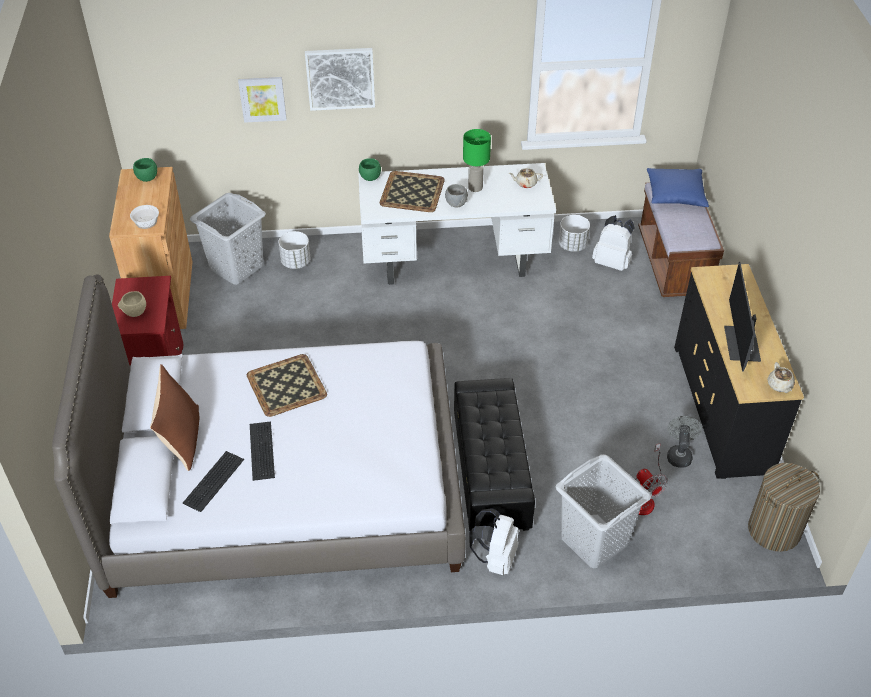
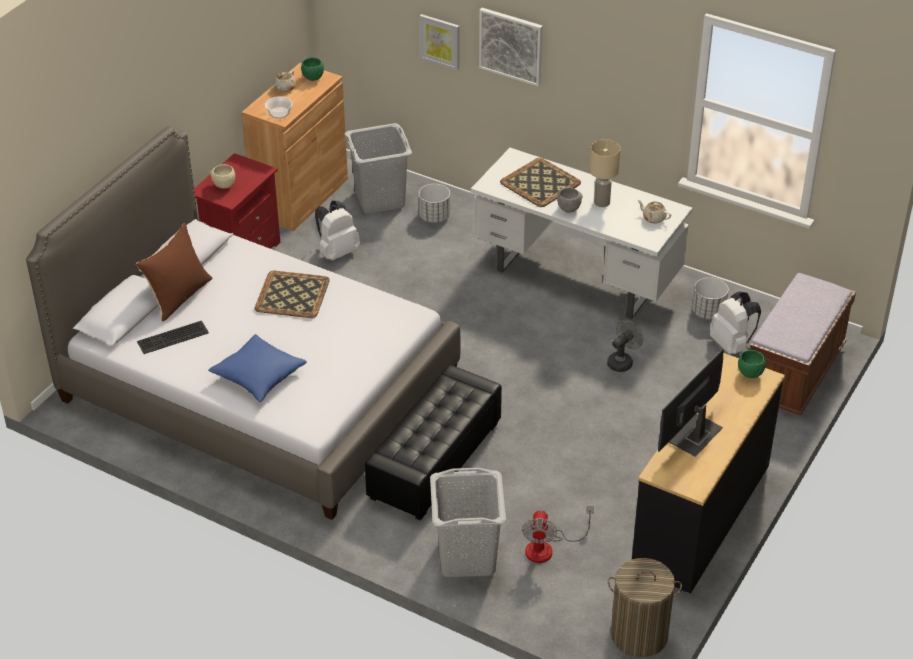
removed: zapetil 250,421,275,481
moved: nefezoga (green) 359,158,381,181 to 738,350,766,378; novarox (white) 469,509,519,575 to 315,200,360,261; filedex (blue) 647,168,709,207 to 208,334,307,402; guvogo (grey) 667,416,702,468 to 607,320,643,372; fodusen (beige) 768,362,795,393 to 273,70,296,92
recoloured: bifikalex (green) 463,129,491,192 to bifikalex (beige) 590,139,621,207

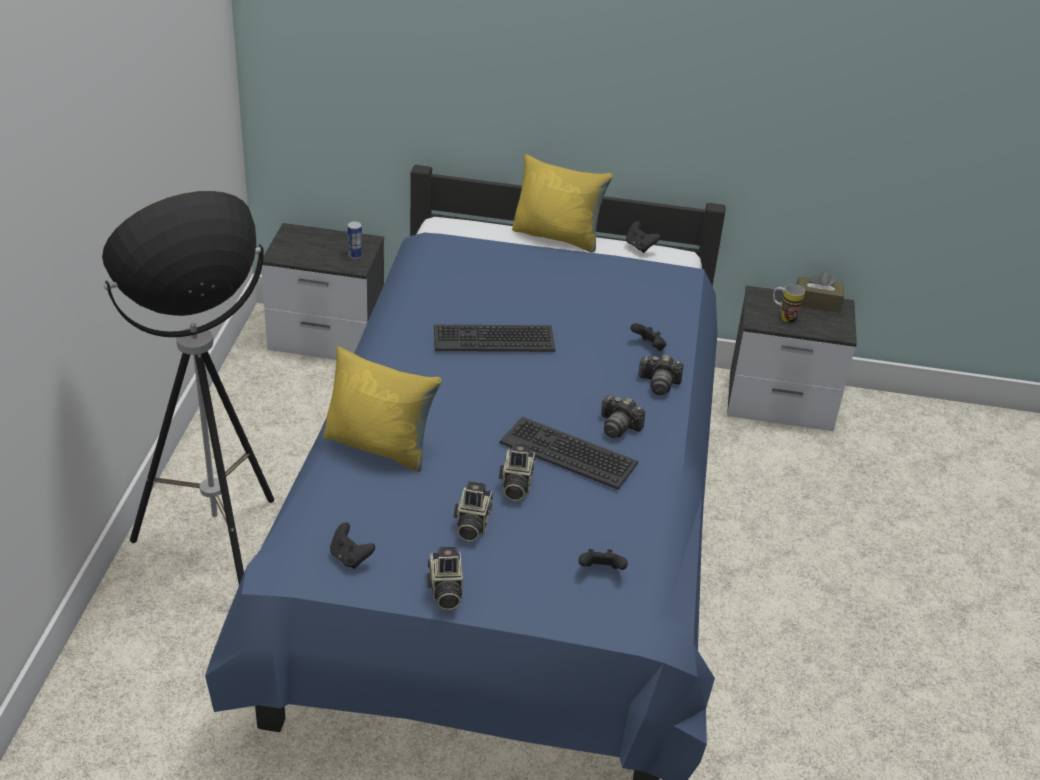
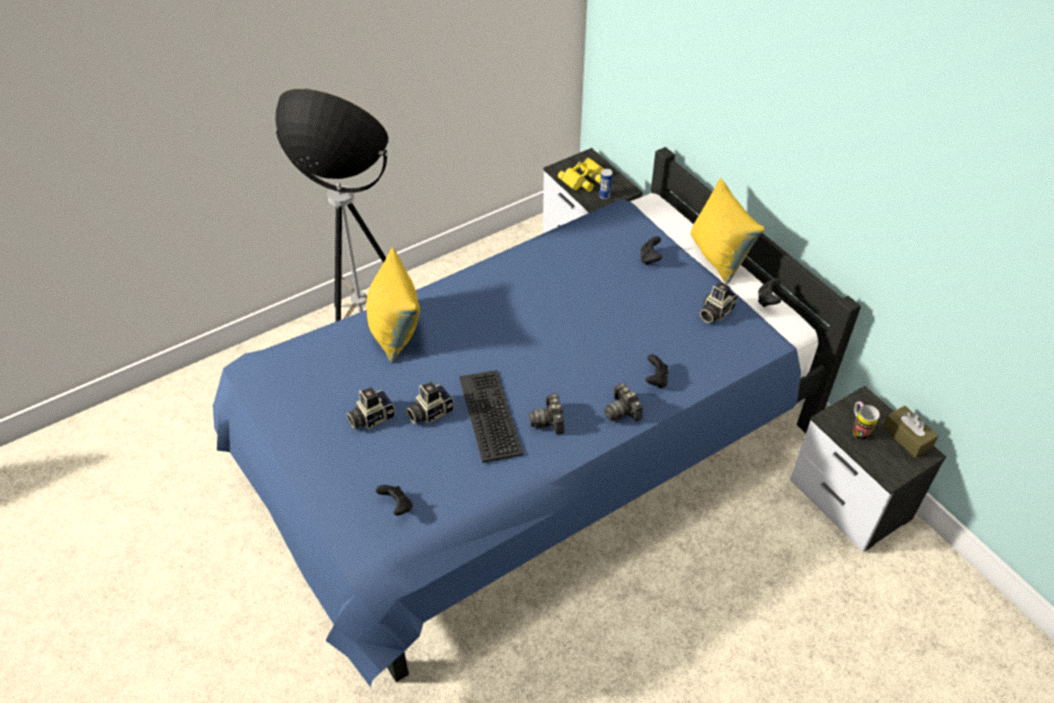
removed: zapetil 434,325,555,352
added: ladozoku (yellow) 558,158,604,192
moved: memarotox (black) 330,522,375,569 to 641,236,662,265; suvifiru 427,547,463,610 to 700,282,738,323

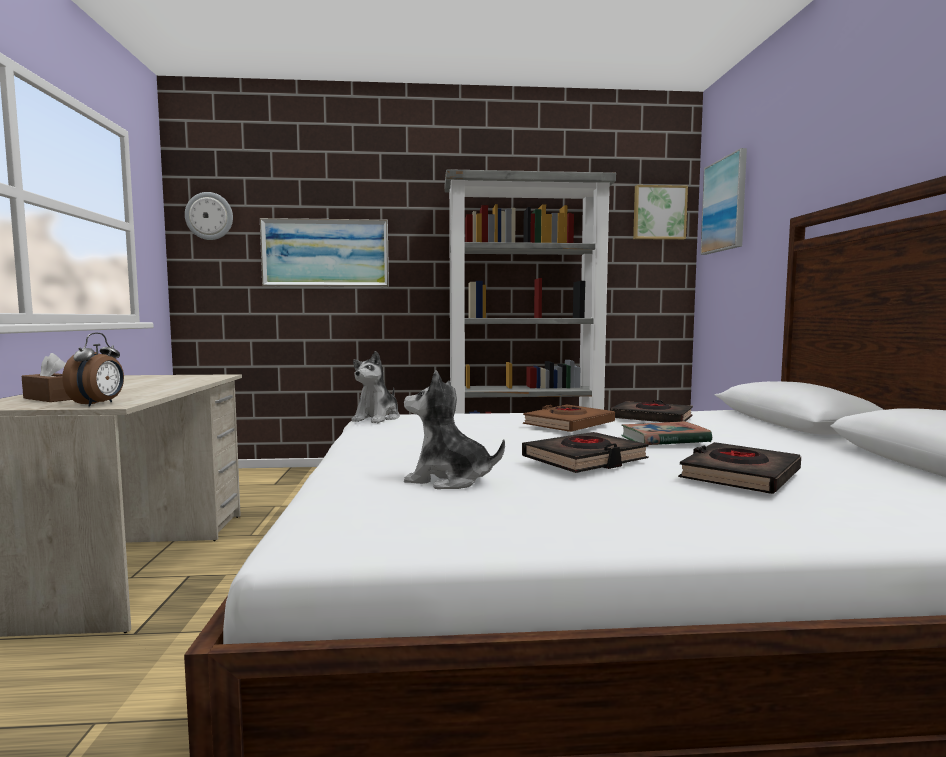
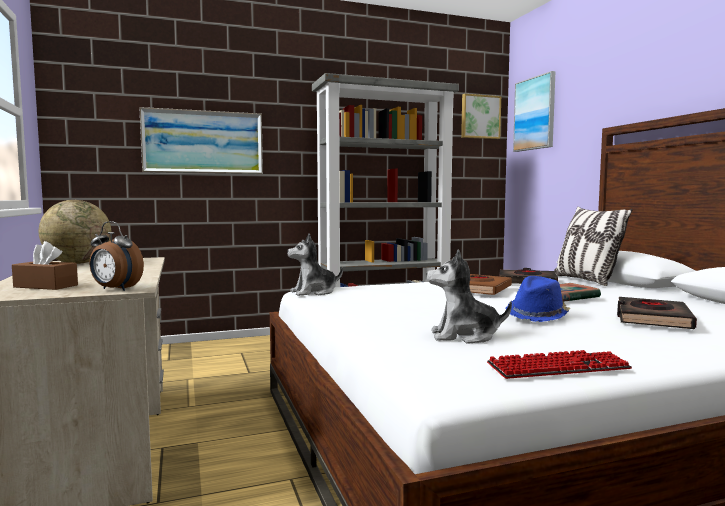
removed: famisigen 185,192,233,240
added: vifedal 39,200,112,264; zapetil 487,350,632,379; filedex 554,206,632,286
replaced: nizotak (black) 522,432,649,473 to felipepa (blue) 505,276,570,322
turned: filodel 62,333,124,407 = 89,221,144,291 120 degrees clockwise; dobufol 351,351,400,423 = 287,233,343,296 60 degrees clockwise

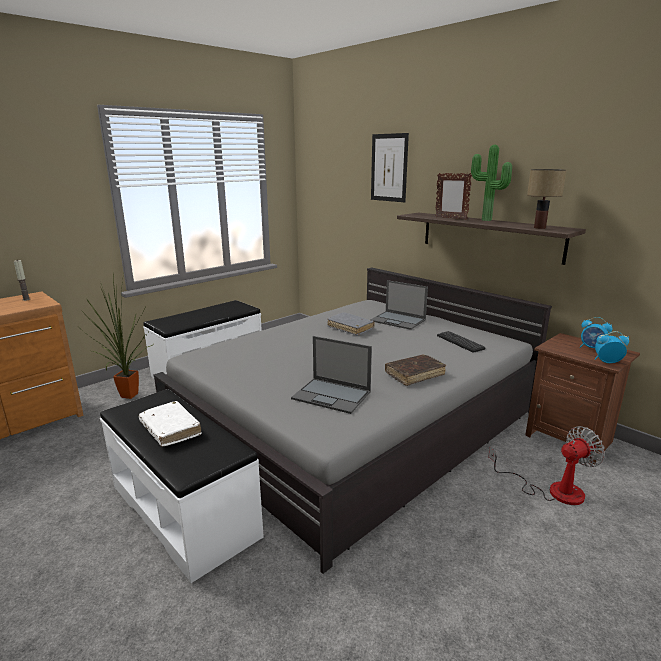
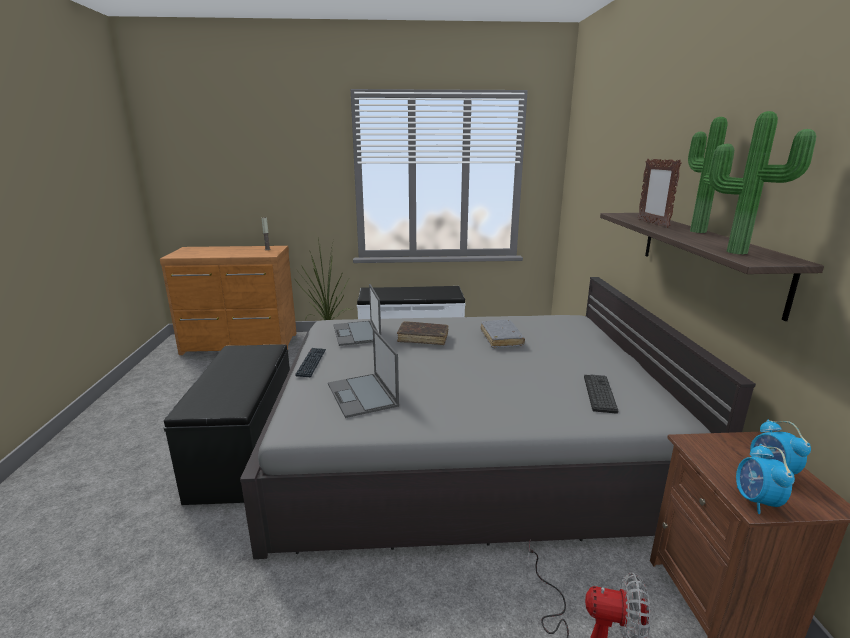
removed: nizotak (white) 139,401,202,447; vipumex 371,133,409,202
added: zapetil 295,348,326,377
moved: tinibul 371,280,428,330 to 333,284,381,346; nizotak (brown) 385,355,446,386 to 397,321,448,345
replaced: bifikalex 527,169,566,229 to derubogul 709,111,816,254
recoloured: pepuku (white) 100,389,264,583 to pepuku (black) 164,344,290,505
turned: filodel 594,331,629,363 = 736,444,795,514 135 degrees counterclockwise

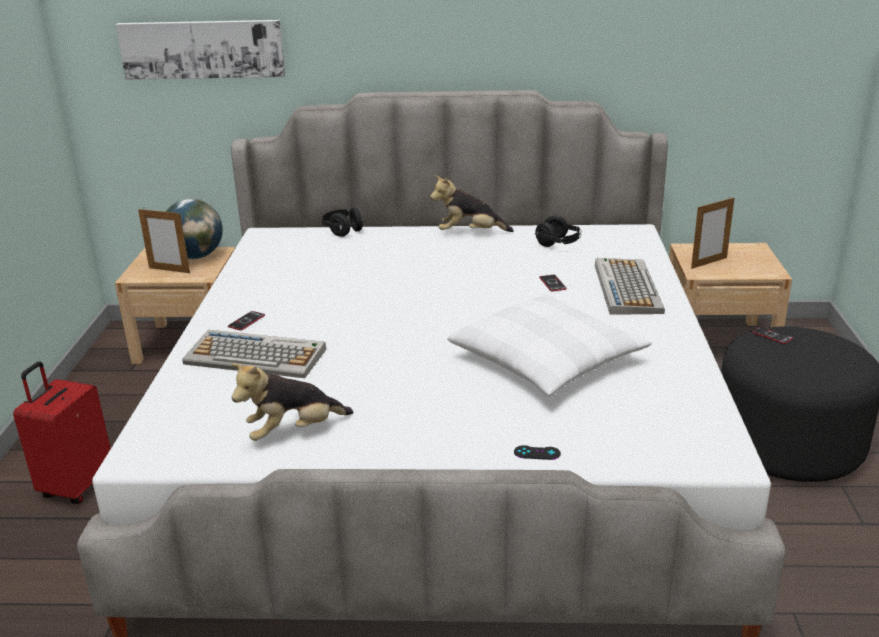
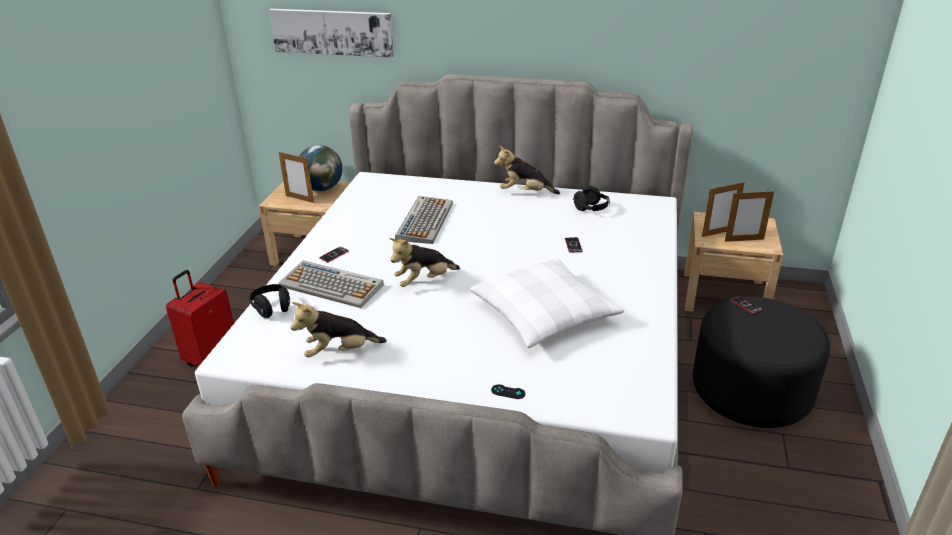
added: dobufol 389,238,460,287; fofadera 725,191,774,242
moved: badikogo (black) 322,207,364,237 to 249,284,290,318; zapetil 595,258,665,315 to 395,196,453,244

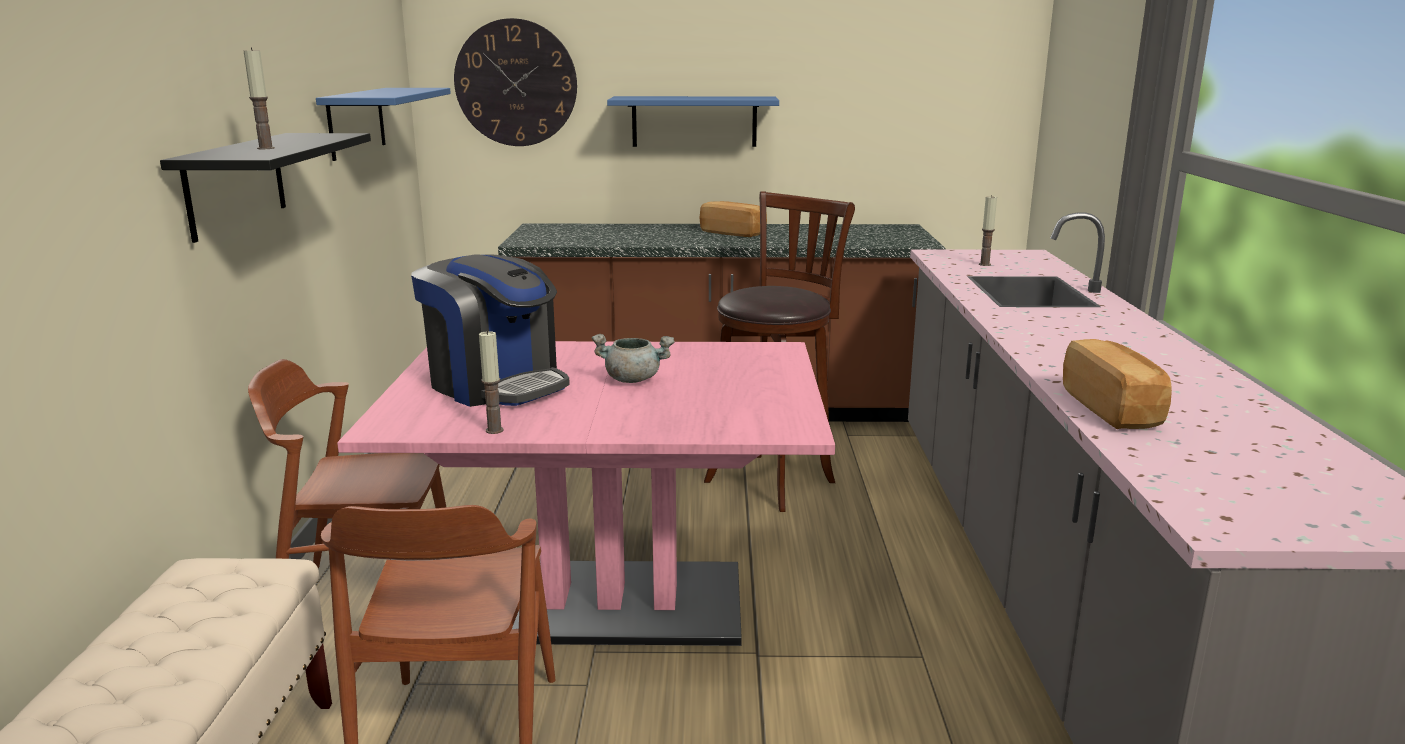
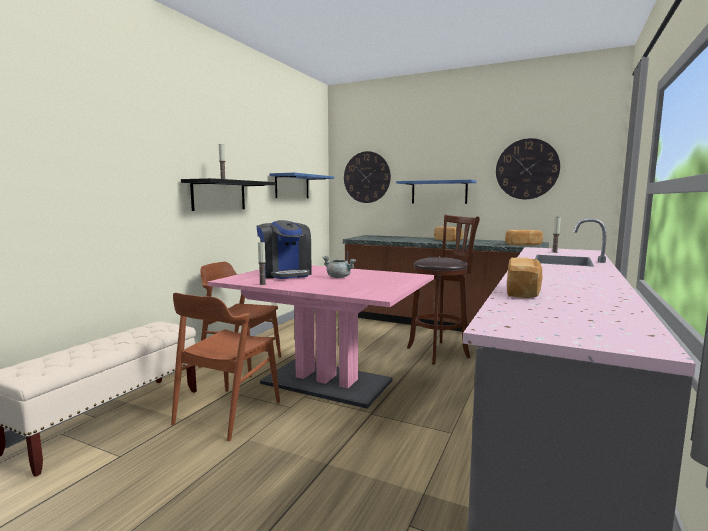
added: famisigen 496,138,560,199; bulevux 505,230,543,245

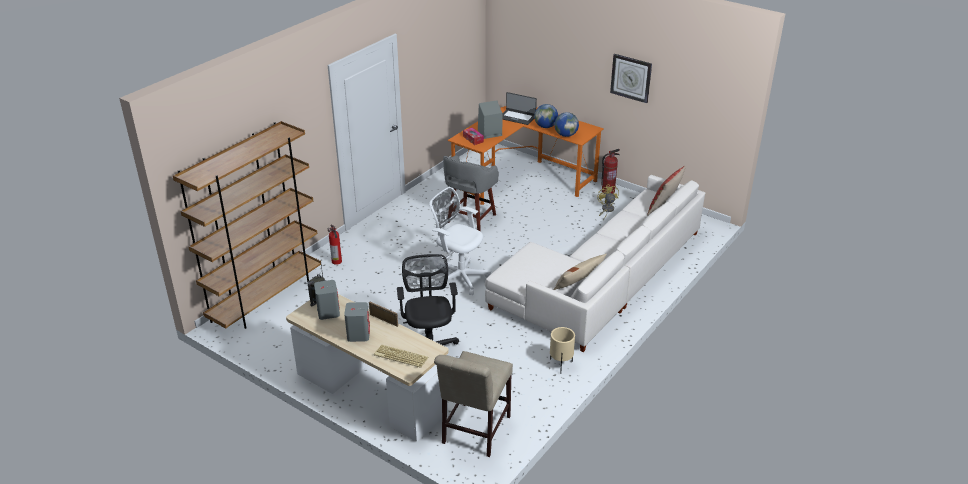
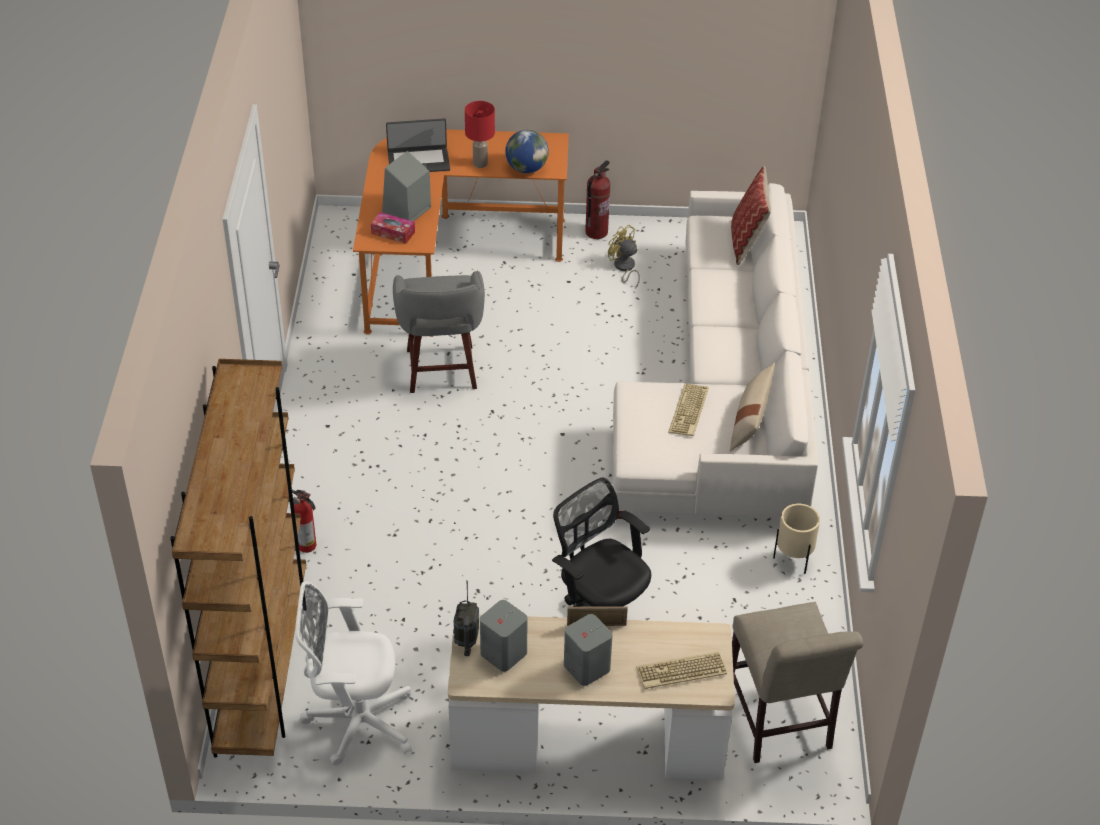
removed: famisigen 610,54,652,103
added: zapetil 668,384,709,436
moved: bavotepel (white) 429,187,491,295 to 295,582,412,766
replaced: vifedal 534,104,558,128 to bifikalex (red) 465,101,495,168

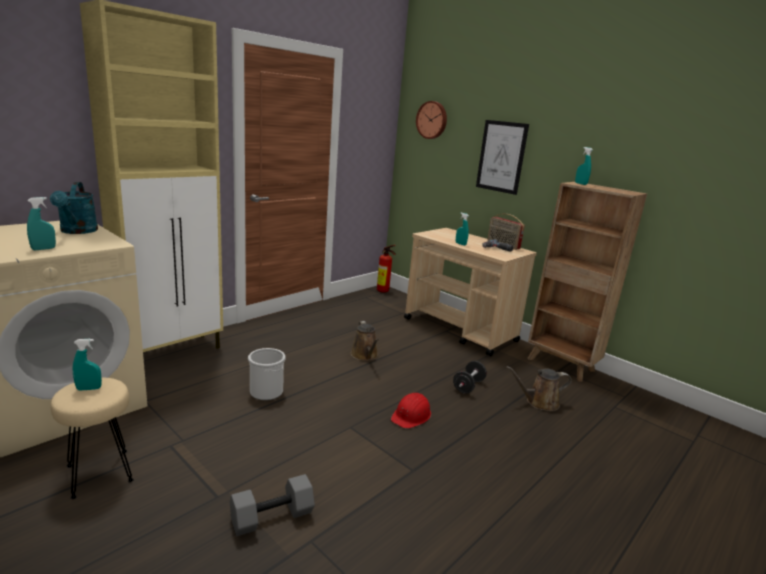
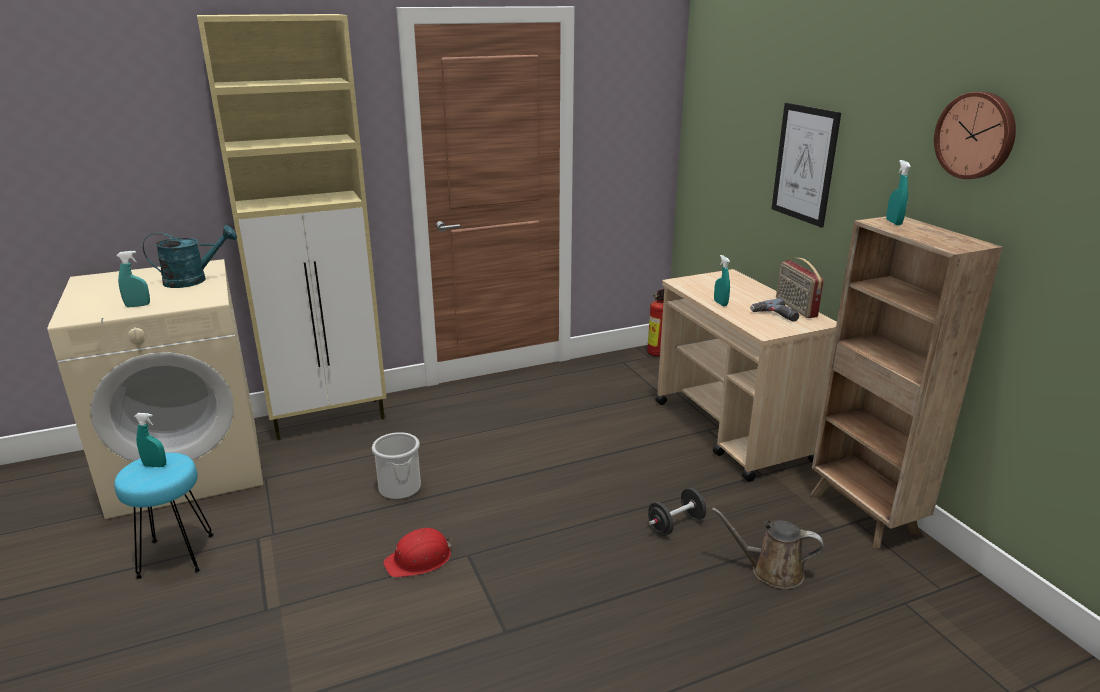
removed: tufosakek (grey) 230,474,315,536; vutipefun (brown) 351,321,379,361
moved: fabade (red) 391,393,431,429 to 383,528,452,578; famisigen 416,101,447,139 to 934,92,1016,179
recoloured: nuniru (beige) 51,377,134,499 to nuniru (turquoise) 114,452,214,579
turned: vutipefun (turquoise) 50,182,98,234 = 143,225,237,288 120 degrees counterclockwise

